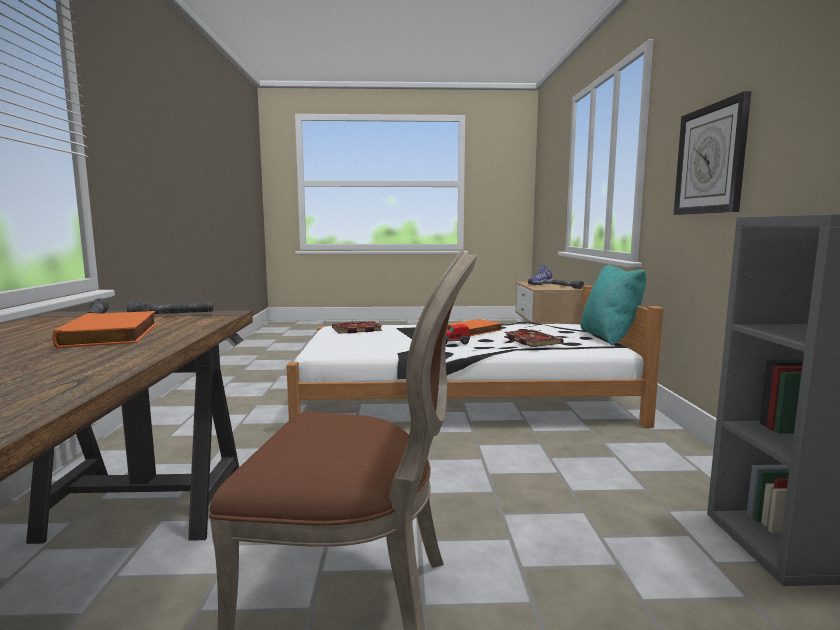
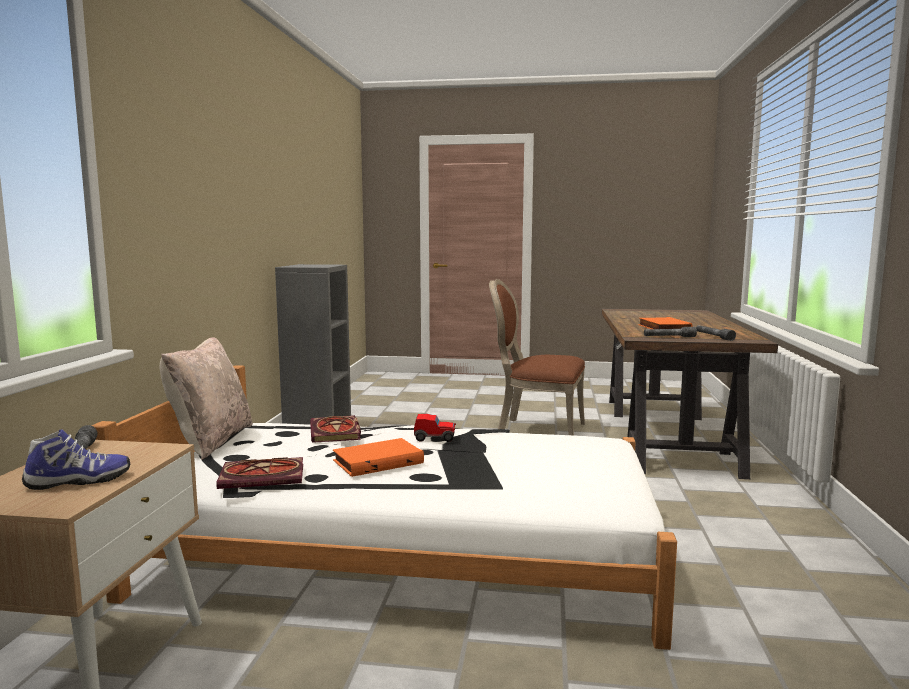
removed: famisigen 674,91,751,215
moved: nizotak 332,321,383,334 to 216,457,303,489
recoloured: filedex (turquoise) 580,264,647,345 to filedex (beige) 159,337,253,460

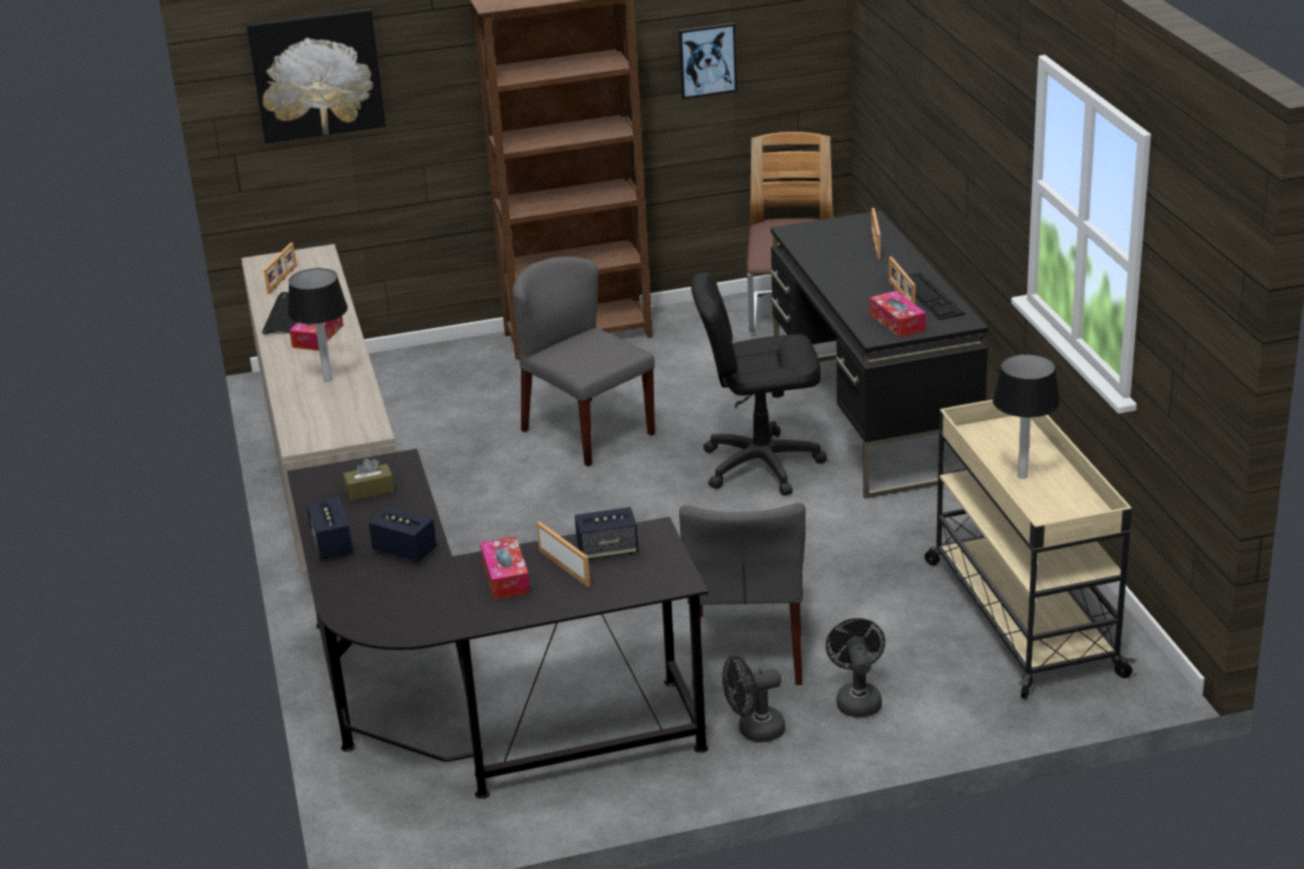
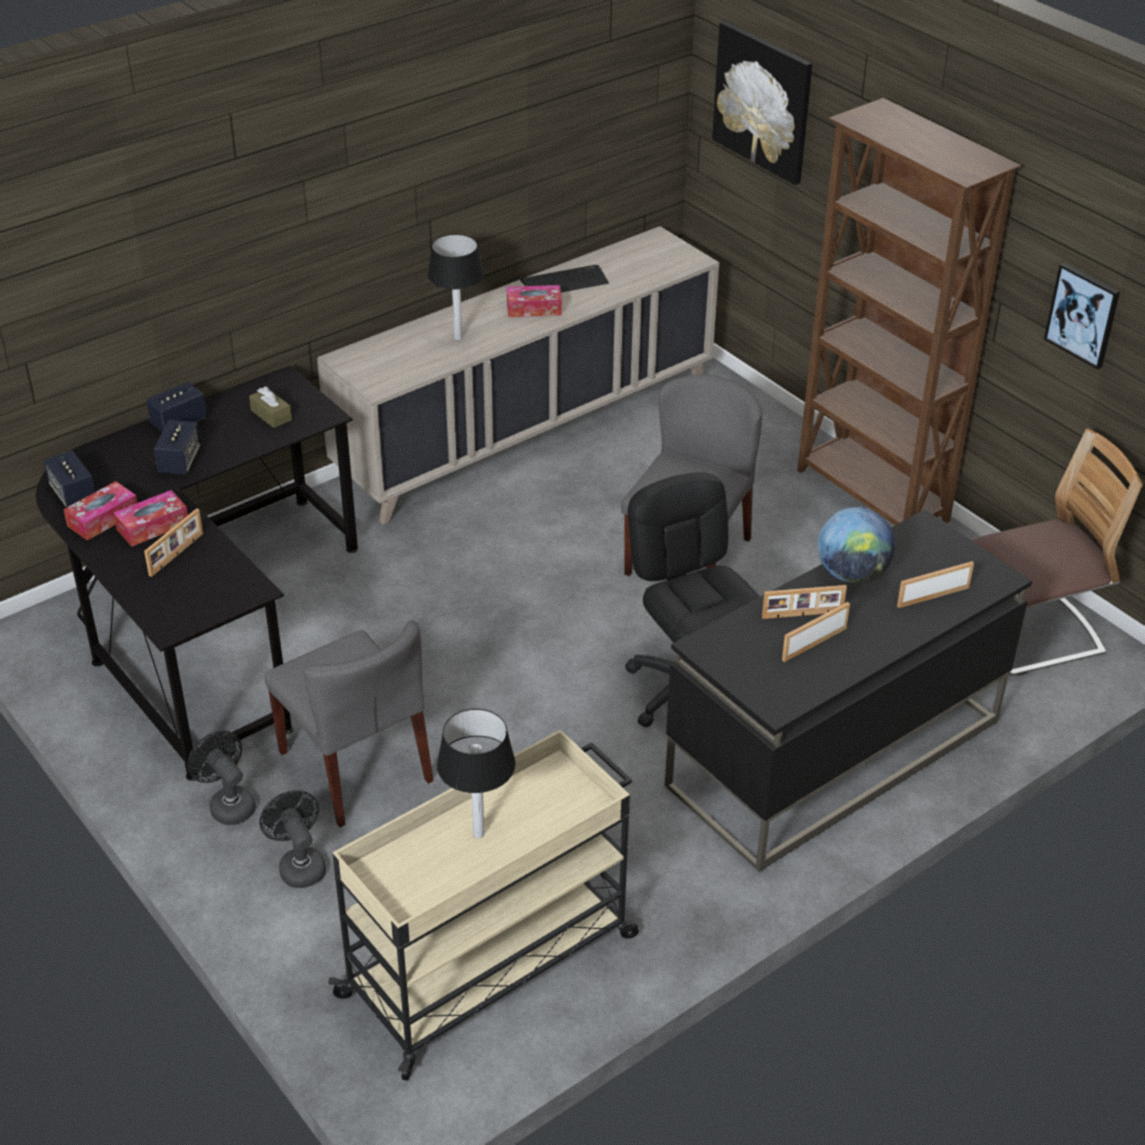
removed: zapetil 908,272,964,320
added: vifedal 818,507,895,583
moved: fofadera 264,243,297,294 to 762,585,847,619; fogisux 575,507,638,560 to 44,450,95,508; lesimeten 870,291,926,338 to 64,481,137,540
turned: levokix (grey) 679,503,806,685 = 264,620,434,827 105 degrees counterclockwise; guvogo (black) 826,618,885,717 = 260,790,326,888 90 degrees counterclockwise

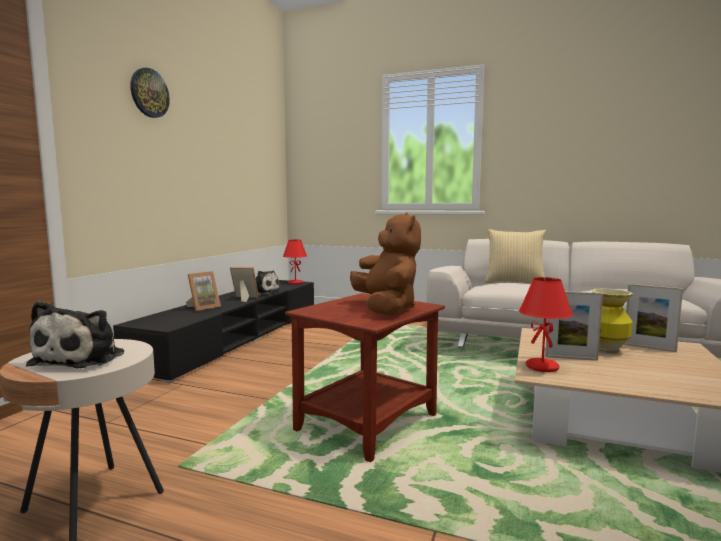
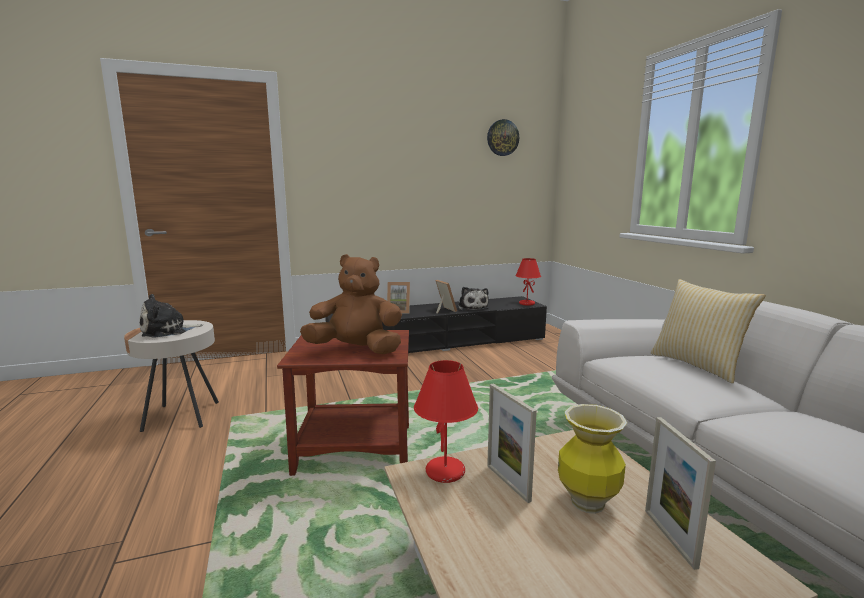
moved: famisigen 130,68,170,118 to 487,119,519,156
turned: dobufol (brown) 350,213,421,315 = 300,254,402,354 120 degrees counterclockwise

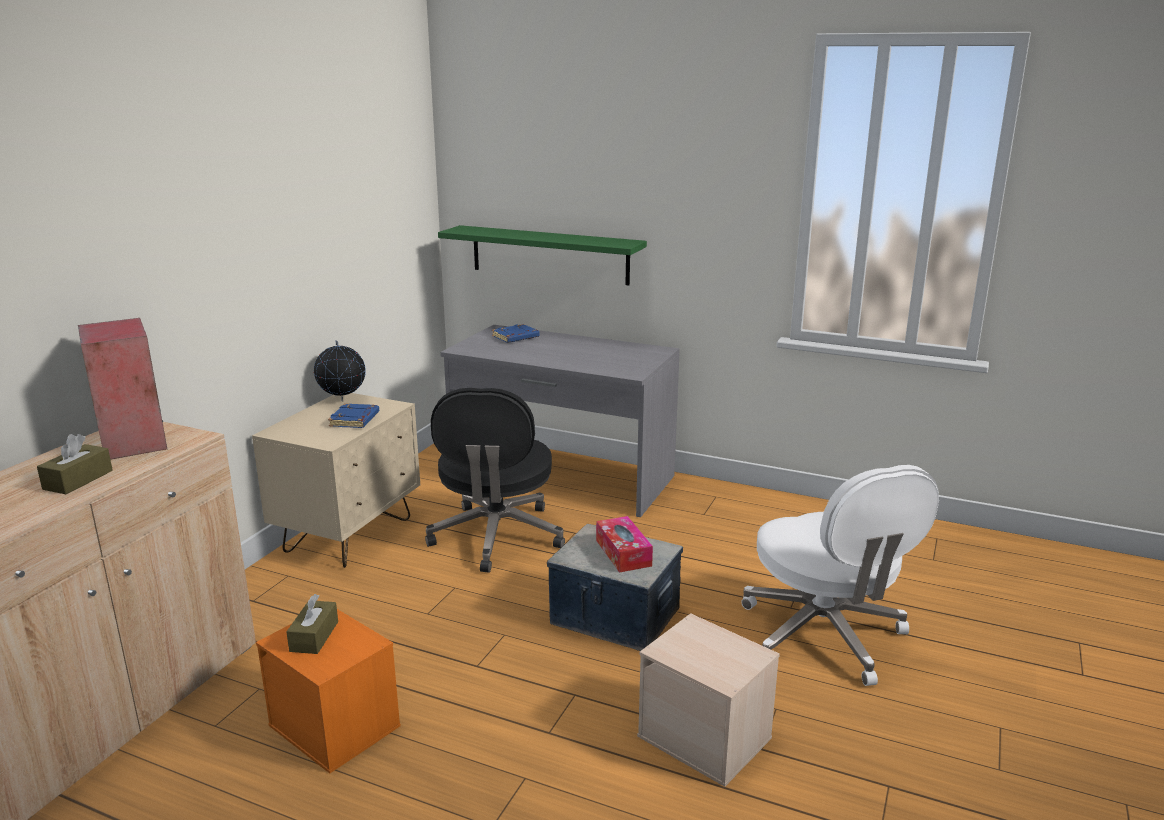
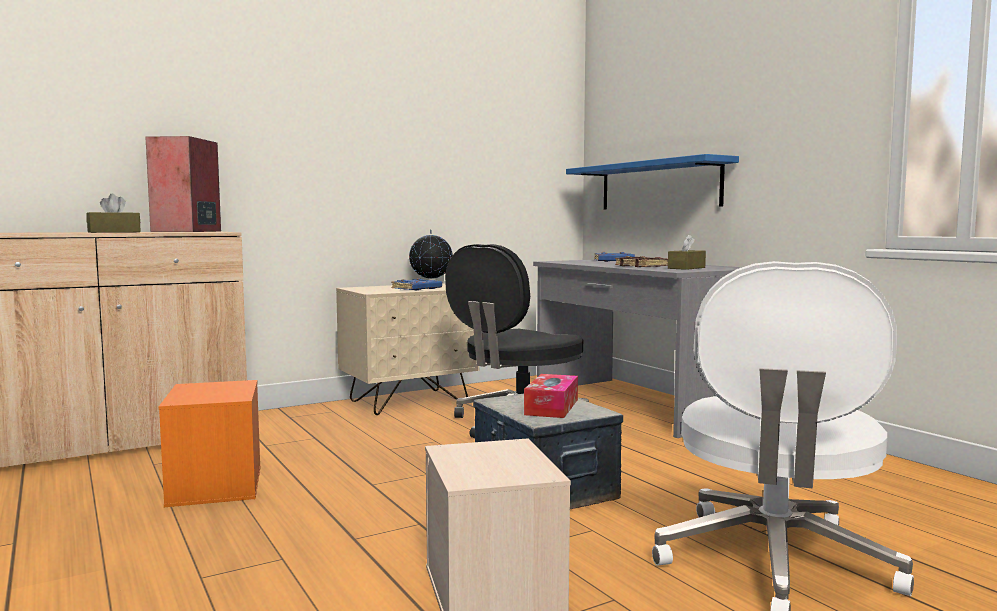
added: nizotak (brown) 615,256,668,267
moved: lesimeten (brown) 286,594,338,654 to 668,234,706,270
recoloured: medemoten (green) 438,225,647,285 to medemoten (blue) 566,154,739,209

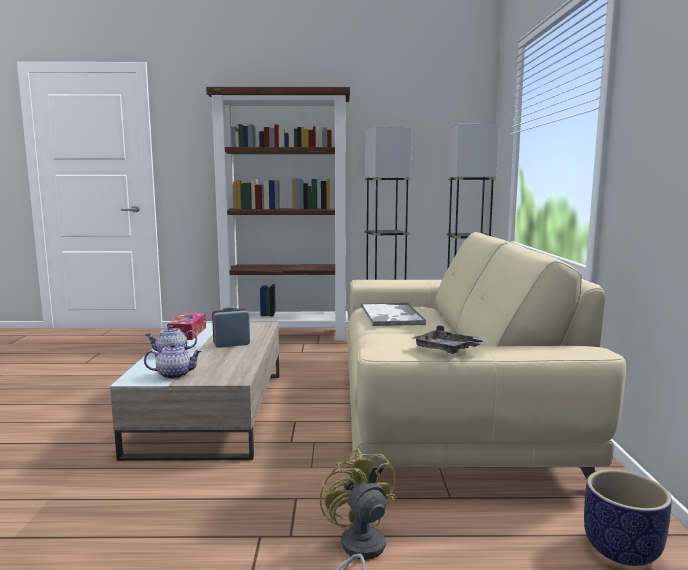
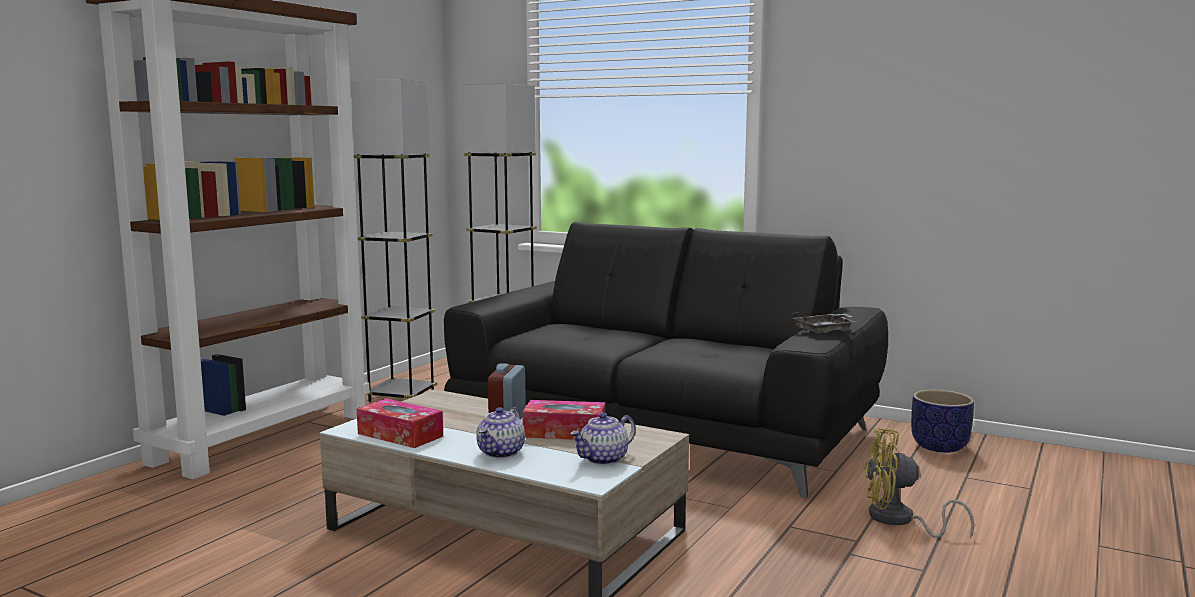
removed: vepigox 361,303,426,326
added: lesimeten 523,400,605,440
recoloured: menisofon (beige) 347,232,626,483 to menisofon (black) 444,222,888,498
turned: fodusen 144,343,202,379 = 570,413,636,465 150 degrees counterclockwise

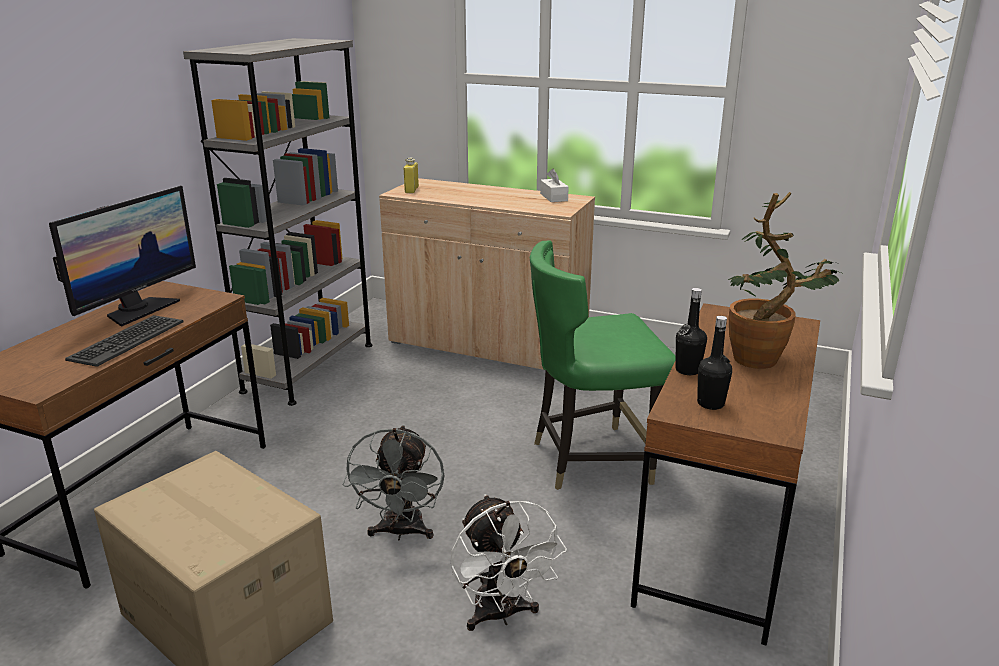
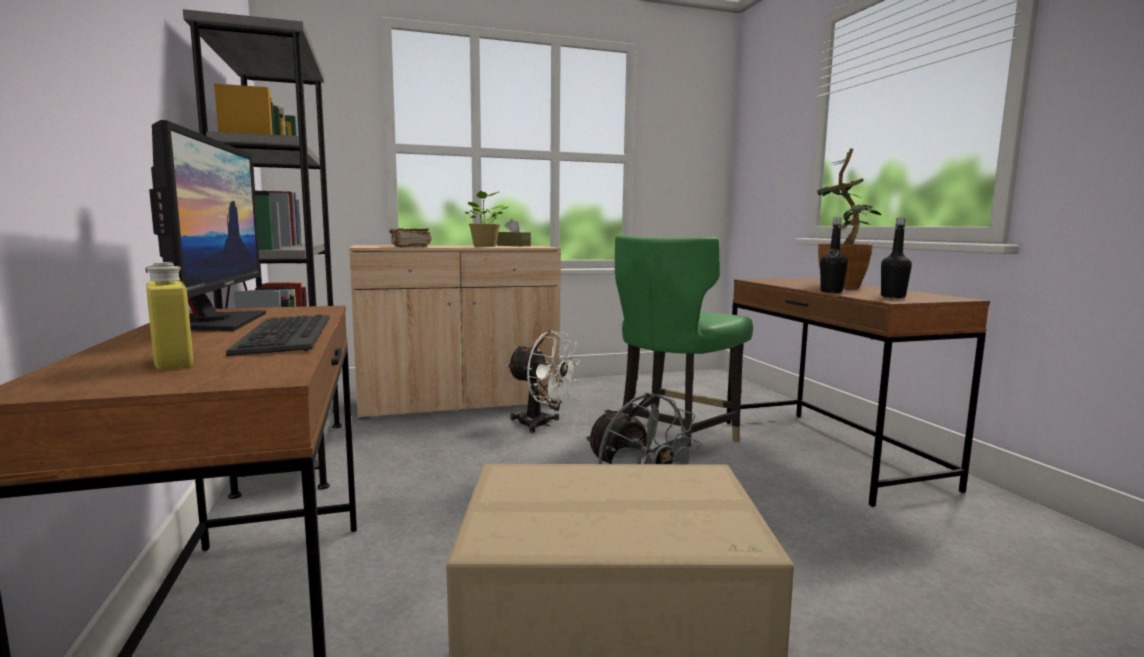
added: nizotak (brown) 389,228,432,247; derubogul 465,191,508,247
moved: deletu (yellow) 404,158,419,193 to 145,262,193,370; guvogo (white) 451,494,567,631 to 507,331,580,433
recoloured: lesimeten (white) 540,169,569,202 to lesimeten (brown) 497,219,531,246

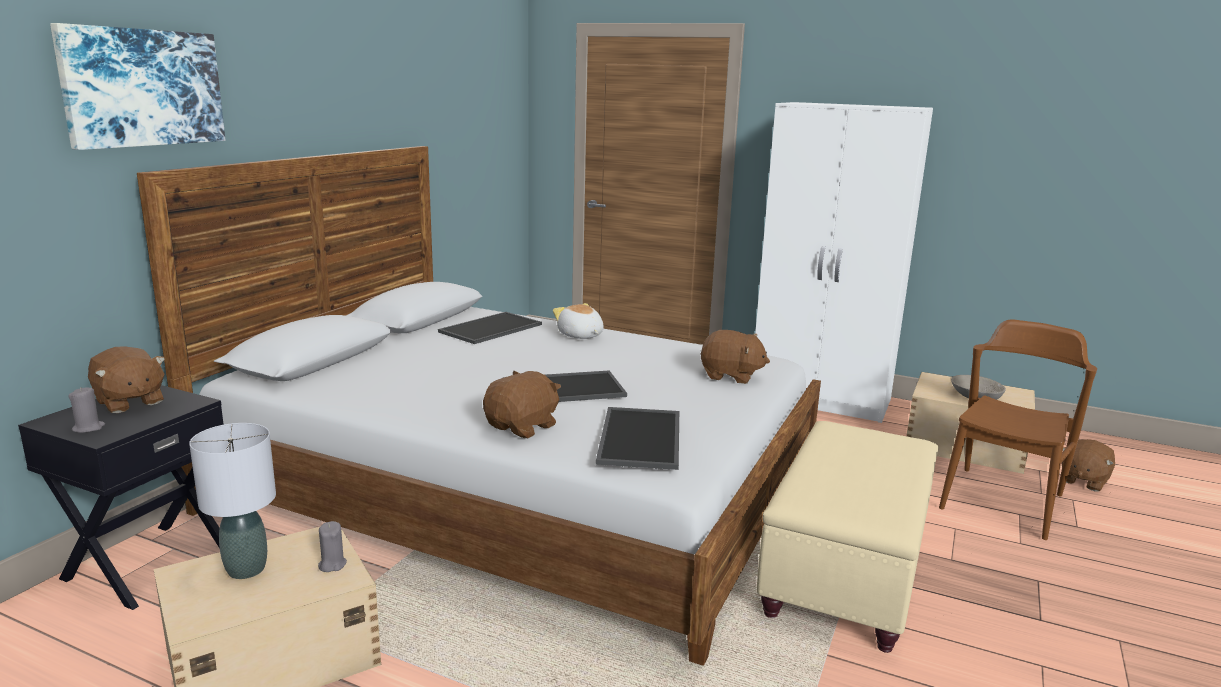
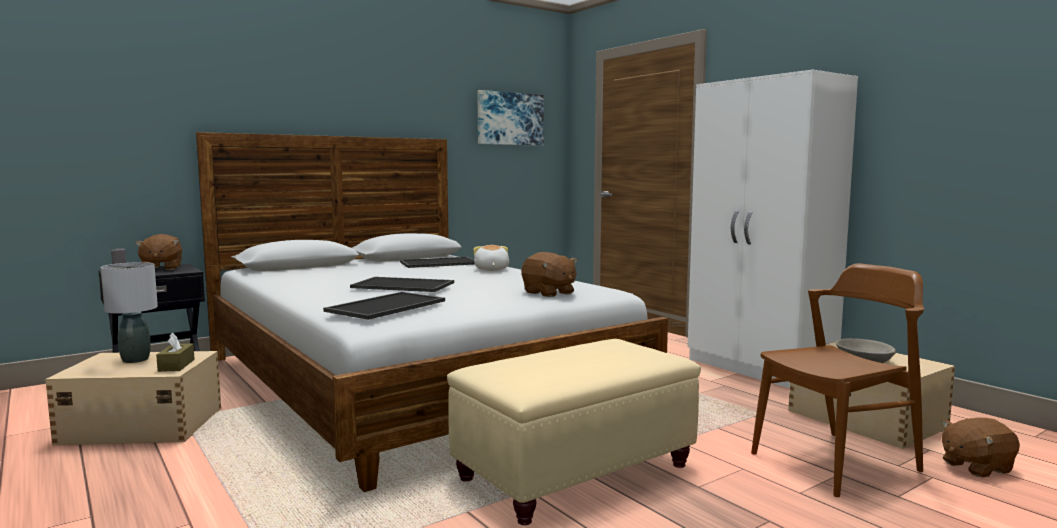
removed: dobufol (brown) 483,371,561,438
moved: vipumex 50,23,225,150 to 478,90,544,146
replaced: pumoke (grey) 318,521,347,572 to lesimeten (brown) 156,332,195,372

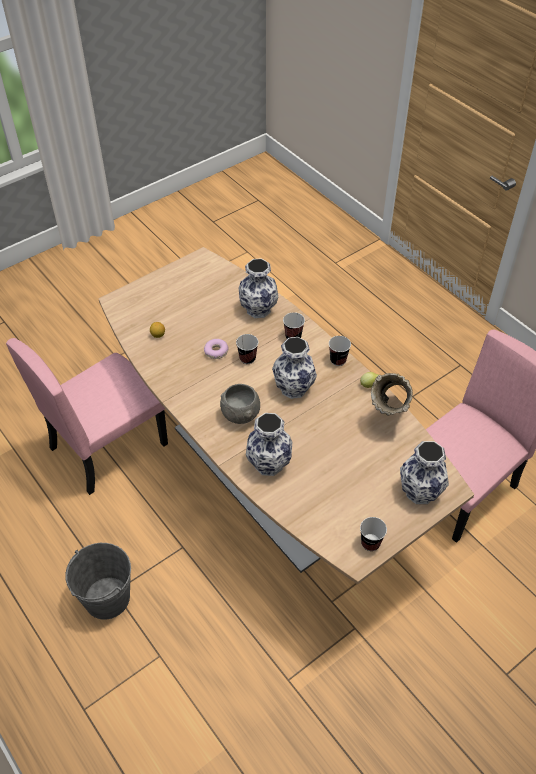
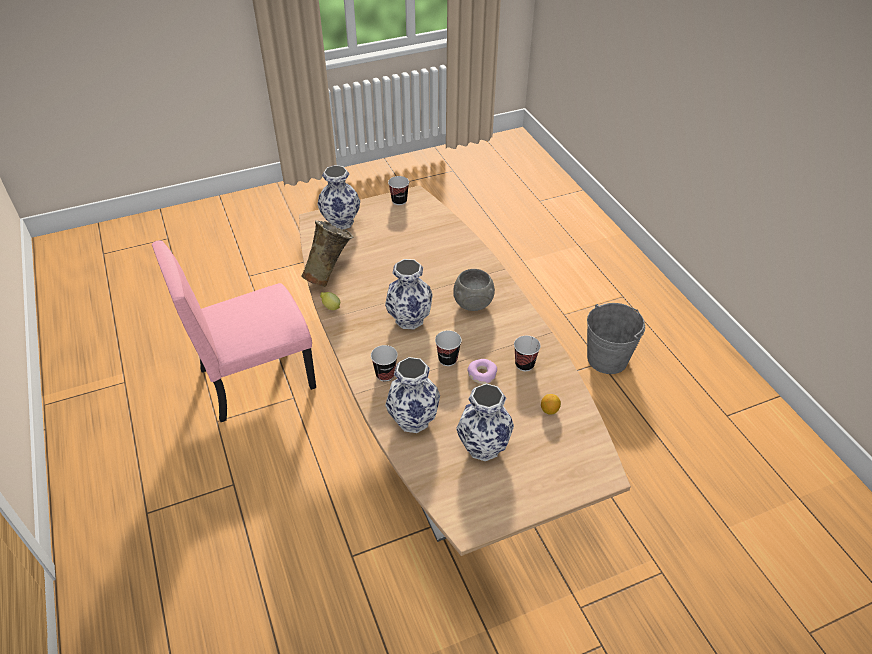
removed: levokix (pink) 6,338,168,495
moved: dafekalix 246,413,292,476 to 456,384,514,461; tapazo 329,336,351,366 to 514,336,541,371

